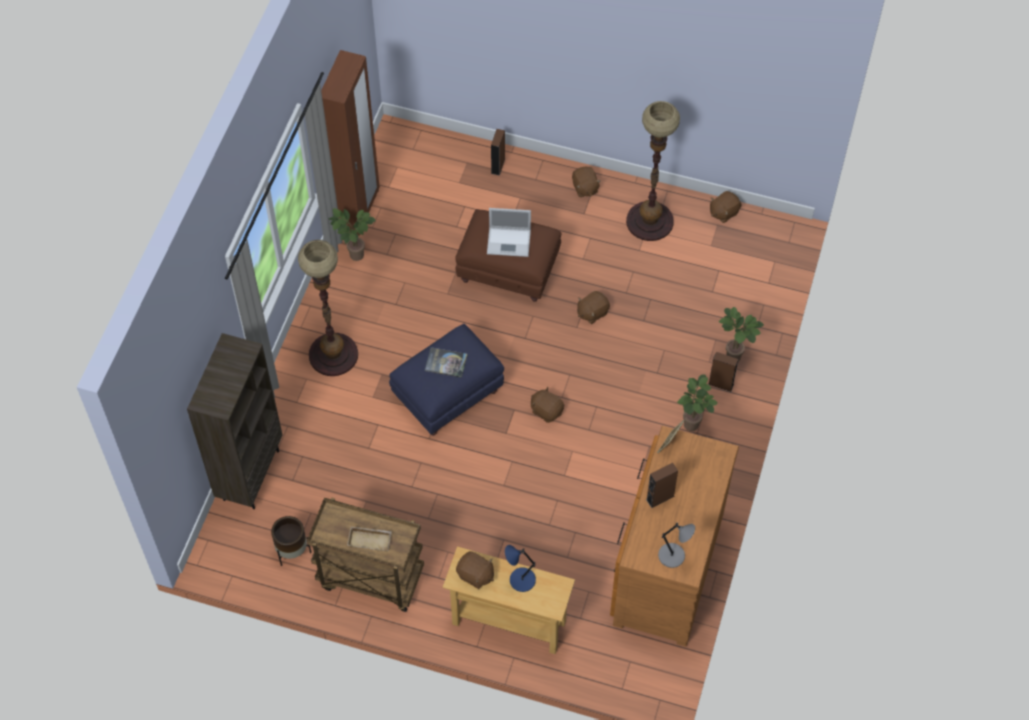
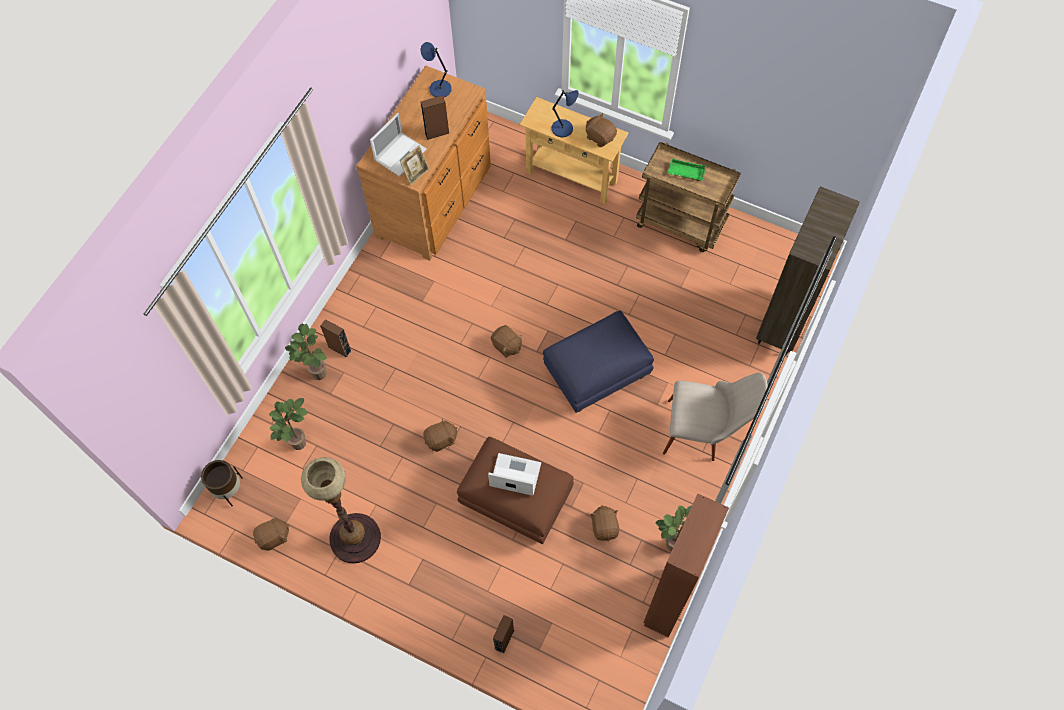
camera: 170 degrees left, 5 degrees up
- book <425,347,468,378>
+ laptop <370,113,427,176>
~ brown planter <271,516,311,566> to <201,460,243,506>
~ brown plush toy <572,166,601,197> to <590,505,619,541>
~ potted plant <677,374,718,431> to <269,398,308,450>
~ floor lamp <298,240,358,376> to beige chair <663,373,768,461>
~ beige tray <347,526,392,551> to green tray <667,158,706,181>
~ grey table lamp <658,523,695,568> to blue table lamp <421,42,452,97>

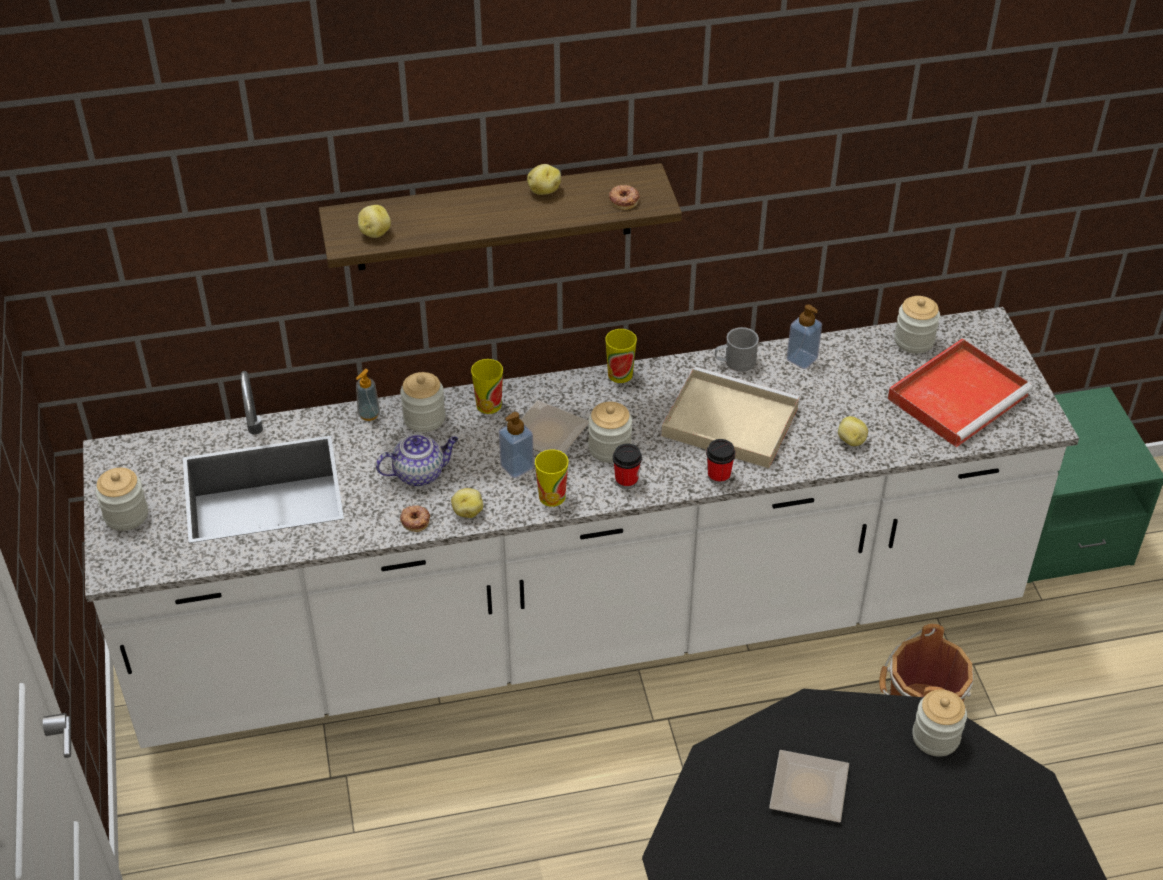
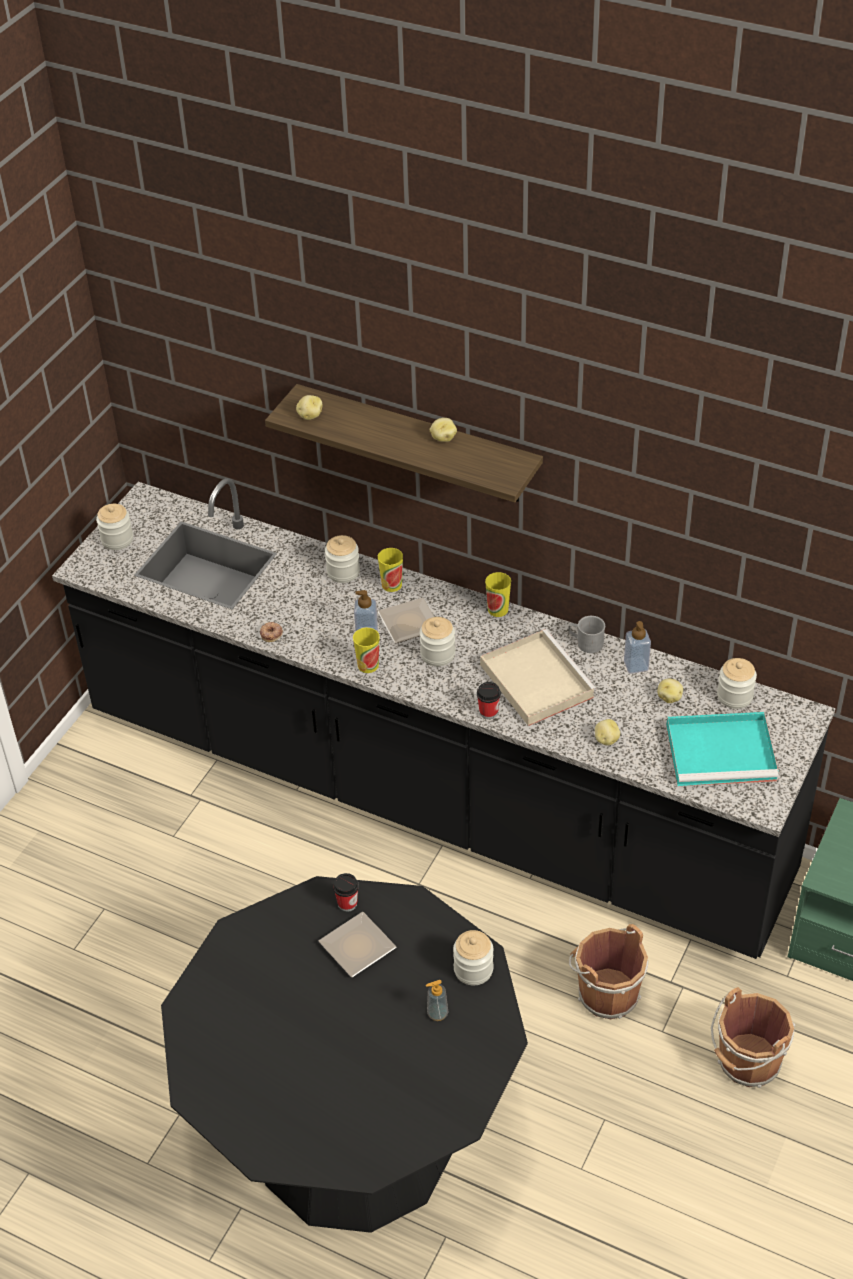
camera: 40 degrees right, 0 degrees up
- teapot <376,434,458,486>
- donut <609,185,640,210>
+ brown bucket <711,987,795,1088>
~ soap dispenser <356,369,380,421> to <426,980,448,1021>
~ potato <451,488,483,518> to <657,678,683,703>
~ cup <613,444,642,489> to <333,873,359,912>
~ white counter <83,307,1079,748> to black counter <52,478,836,959>
~ red tray <888,338,1033,447> to turquoise tray <666,712,778,786>

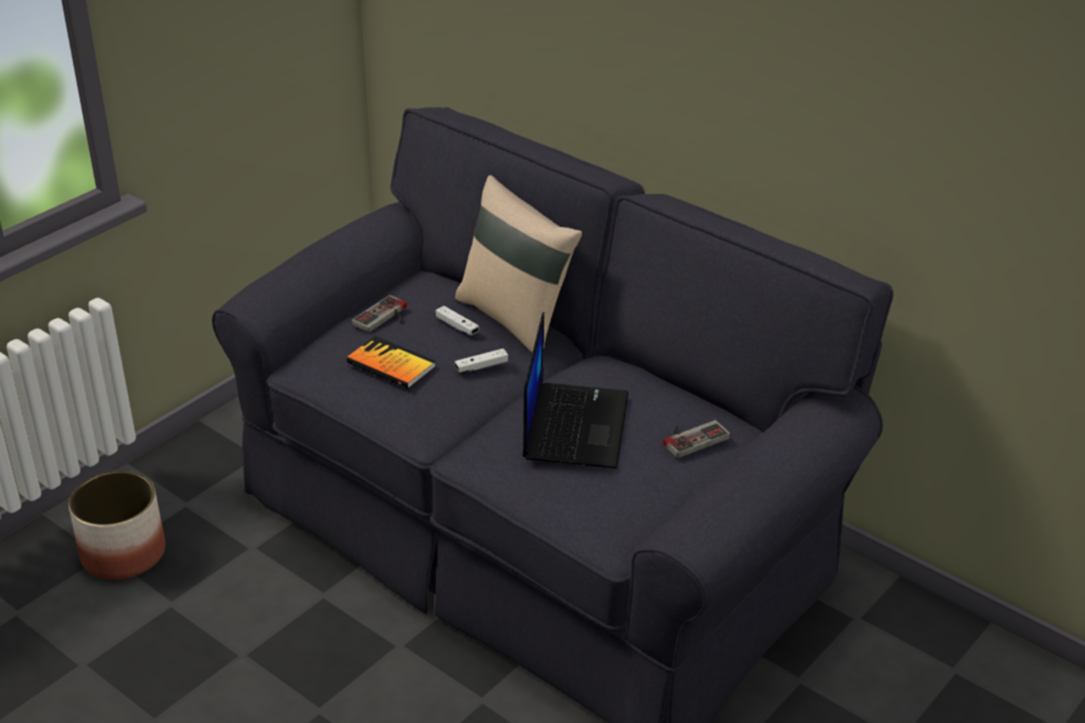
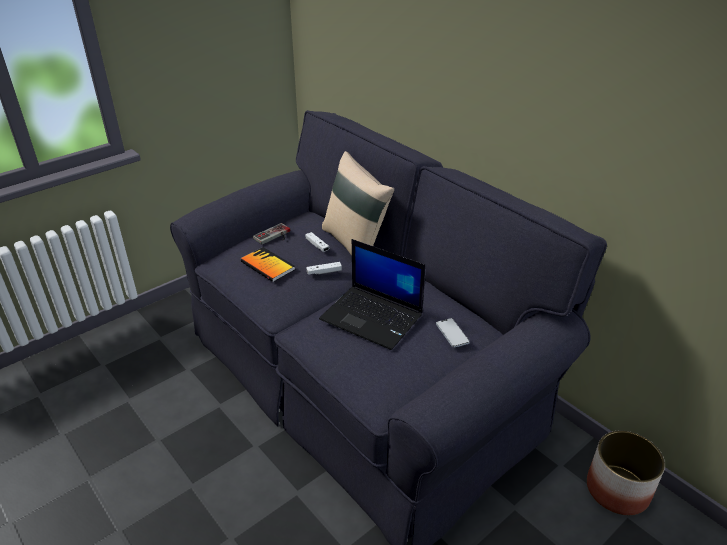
camera: 10 degrees right, 0 degrees up
~ planter <69,471,165,580> to <587,430,665,515>
~ game controller <663,420,730,458> to phone <436,318,470,348>
~ laptop <523,312,629,469> = <319,239,426,350> 105 degrees clockwise

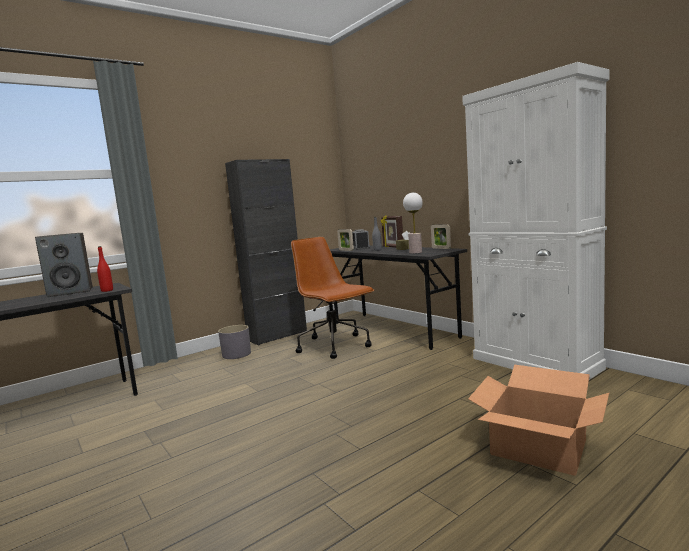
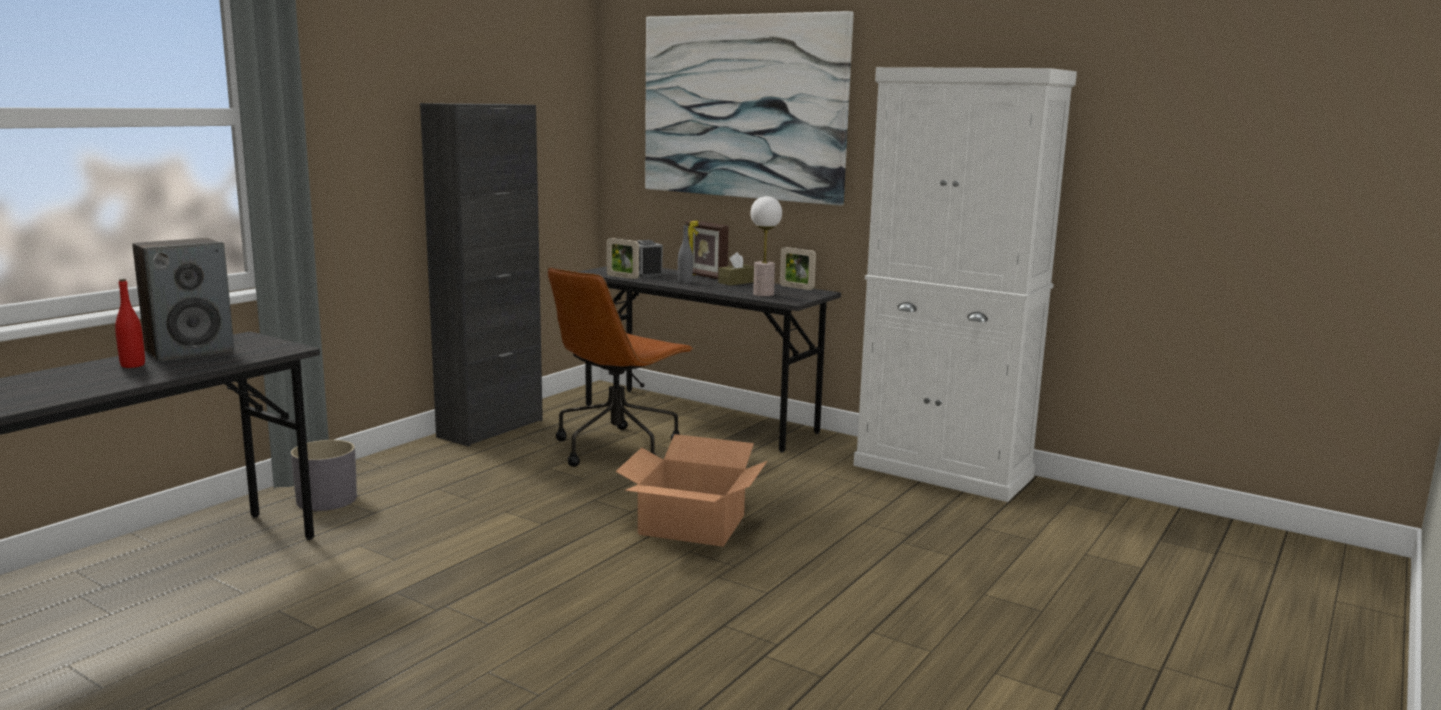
camera: 20 degrees left, 5 degrees up
+ picture <645,11,854,206>
~ red bottle <97,246,113,292> to <115,279,145,368>
~ grey planter <218,325,251,359> to <291,440,357,511>
~ cardboard box <468,364,609,476> to <615,434,767,547>
~ brown office chair <291,237,374,359> = <548,268,693,467> 90 degrees counterclockwise

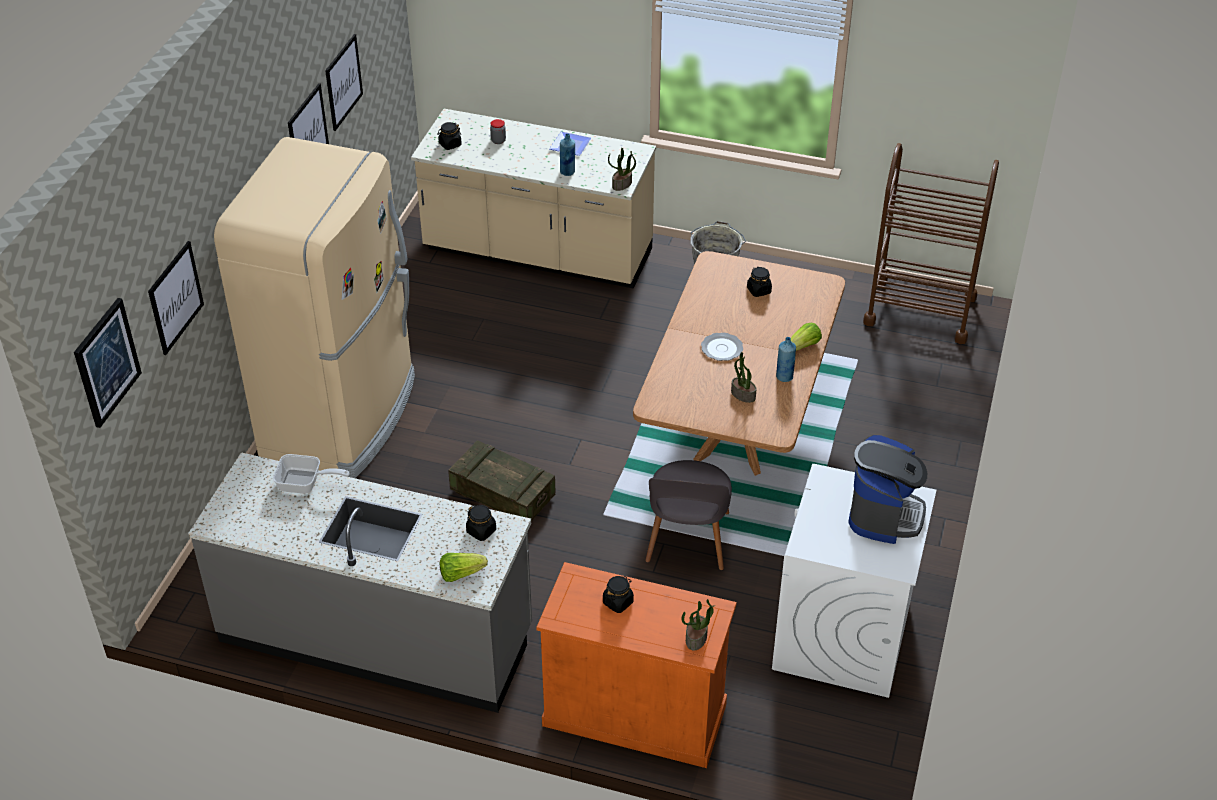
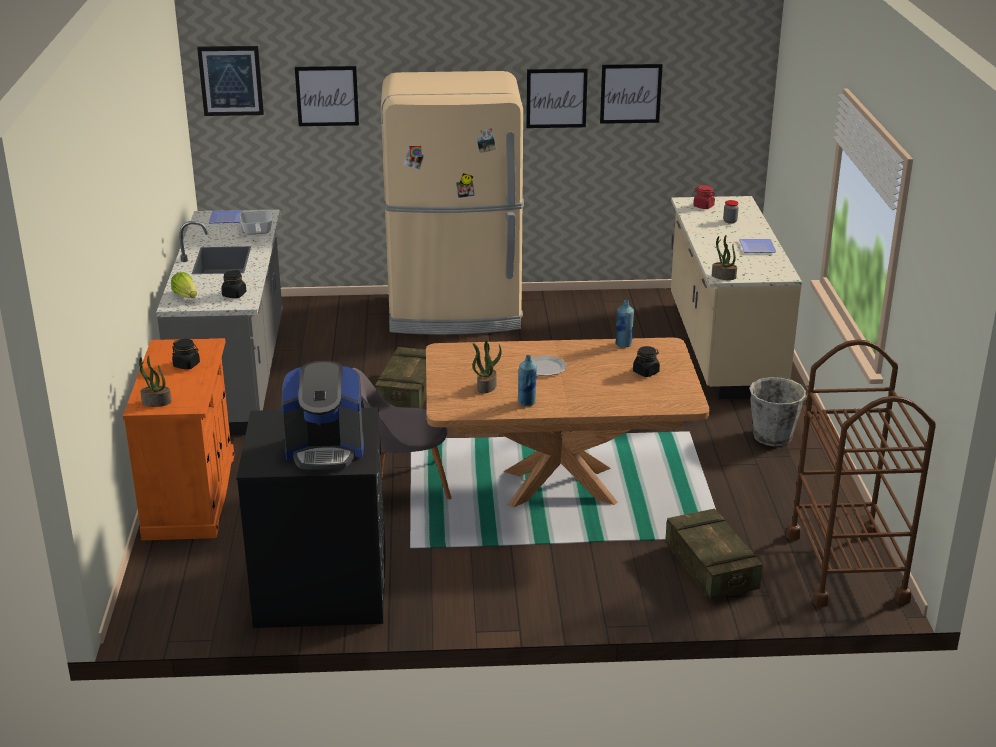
camera: 70 degrees right, 15 degrees down
- lettuce <791,323,822,351>
+ plate <208,210,243,223>
+ crate <665,509,763,600>
~ blue bottle <560,134,575,176> to <615,300,634,348>
~ black jar <437,122,462,150> to red jar <693,185,715,209>
~ white washing machine <772,464,936,698> to black washing machine <236,408,386,628>

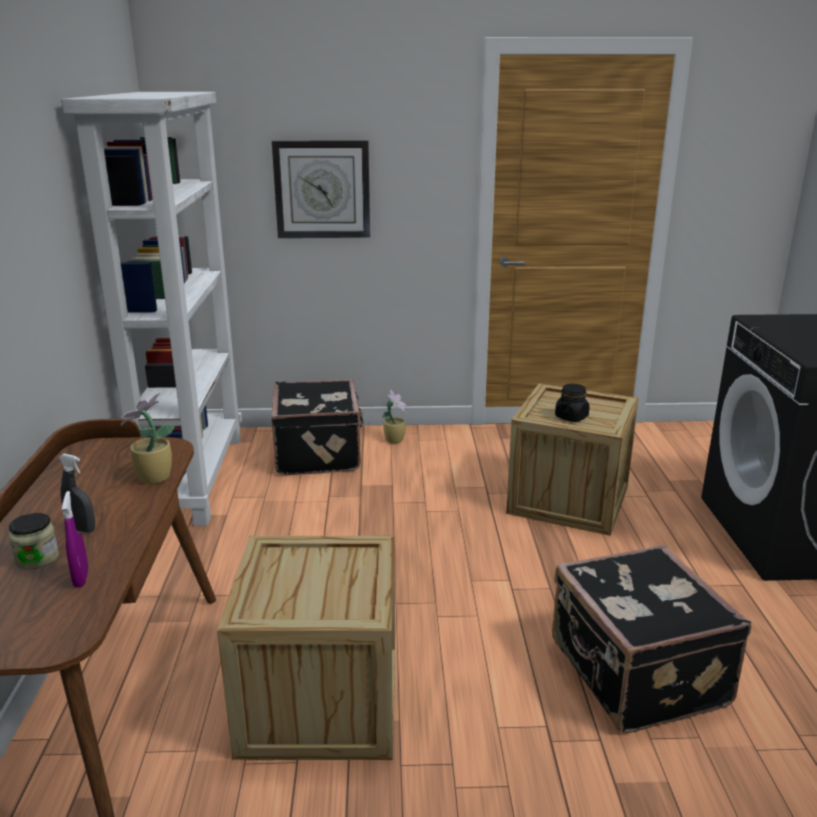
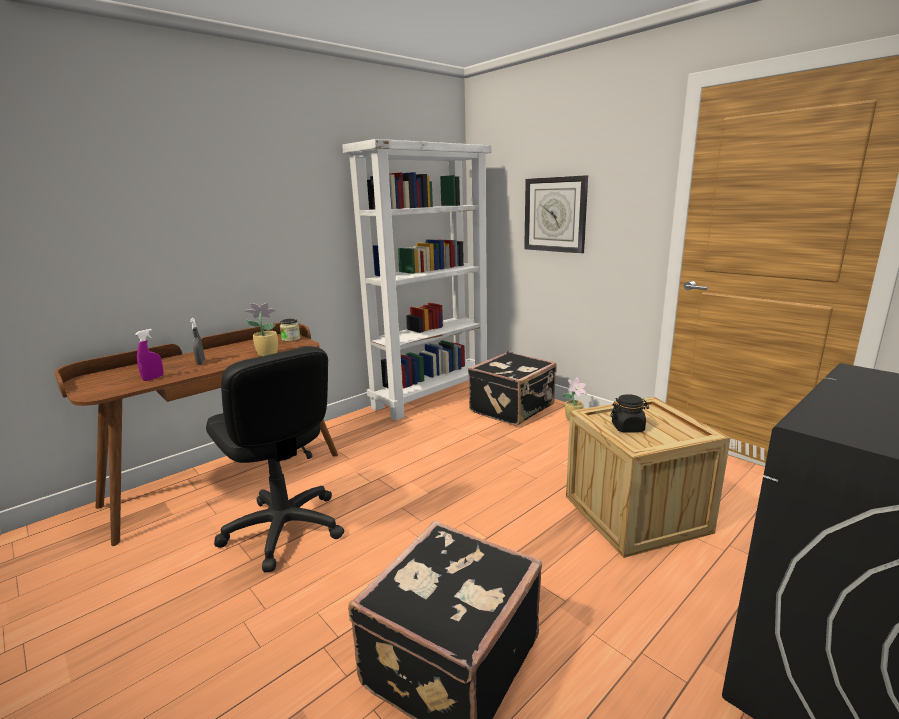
camera: 50 degrees right, 5 degrees down
~ jar <9,513,59,570> to <280,318,301,342>
~ crate <217,536,395,760> to black office chair <206,346,344,572>

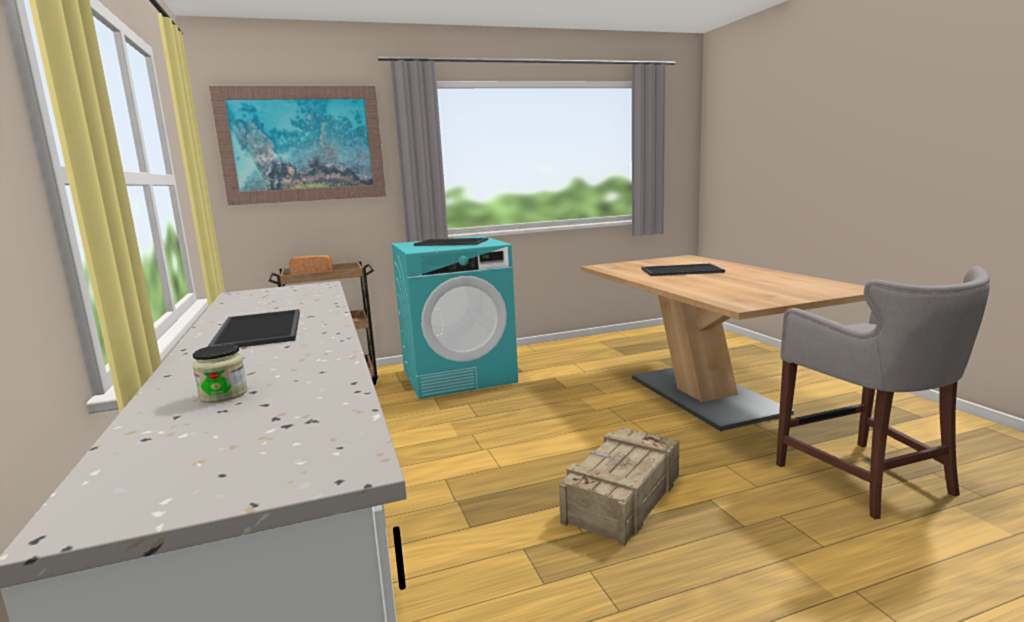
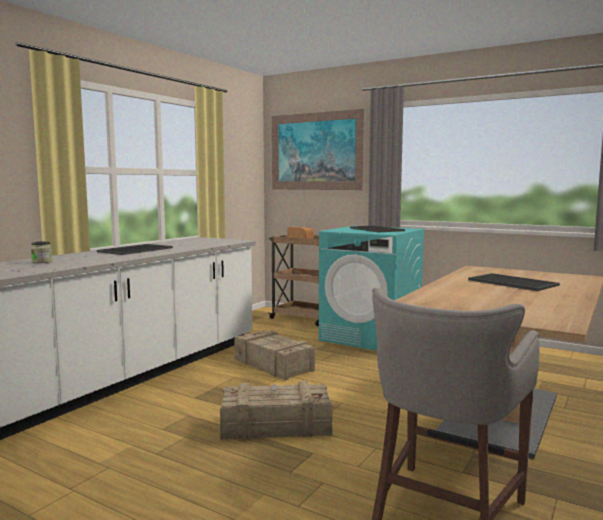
camera: 50 degrees right, 5 degrees down
+ crate <234,330,315,381>

